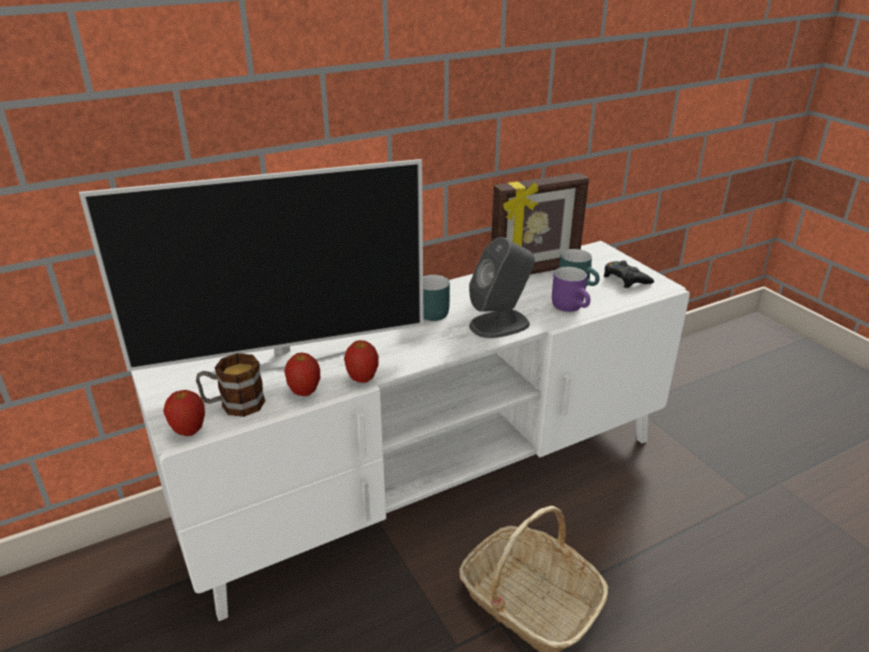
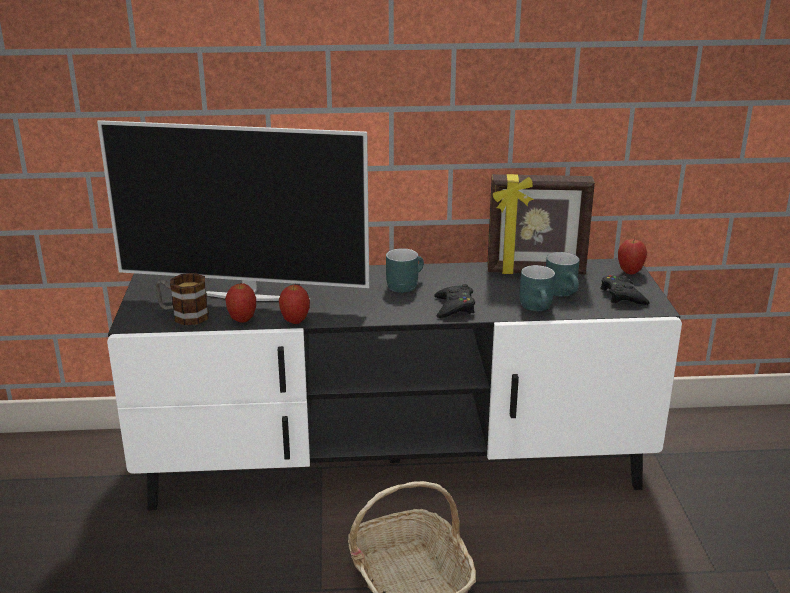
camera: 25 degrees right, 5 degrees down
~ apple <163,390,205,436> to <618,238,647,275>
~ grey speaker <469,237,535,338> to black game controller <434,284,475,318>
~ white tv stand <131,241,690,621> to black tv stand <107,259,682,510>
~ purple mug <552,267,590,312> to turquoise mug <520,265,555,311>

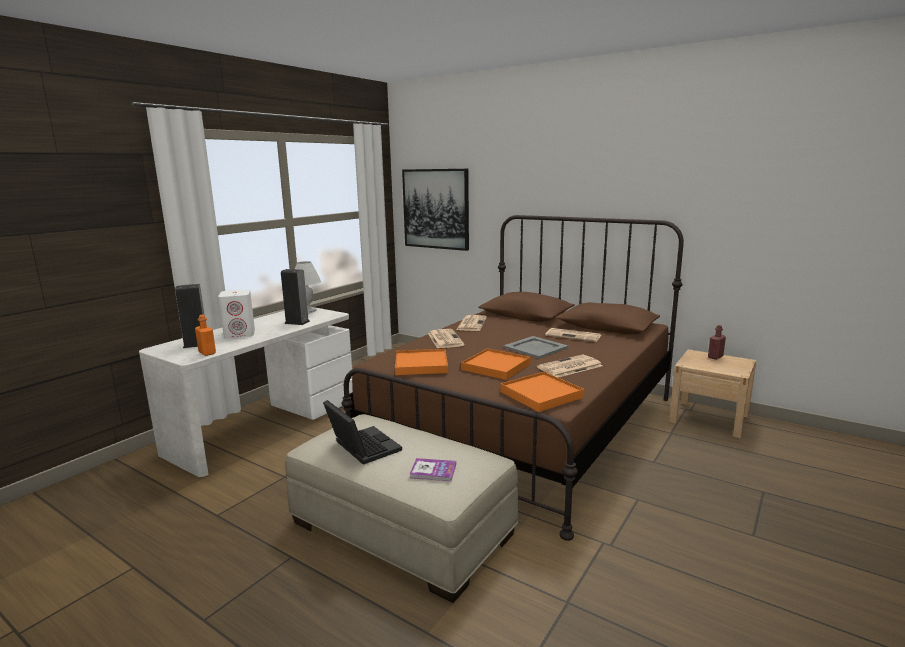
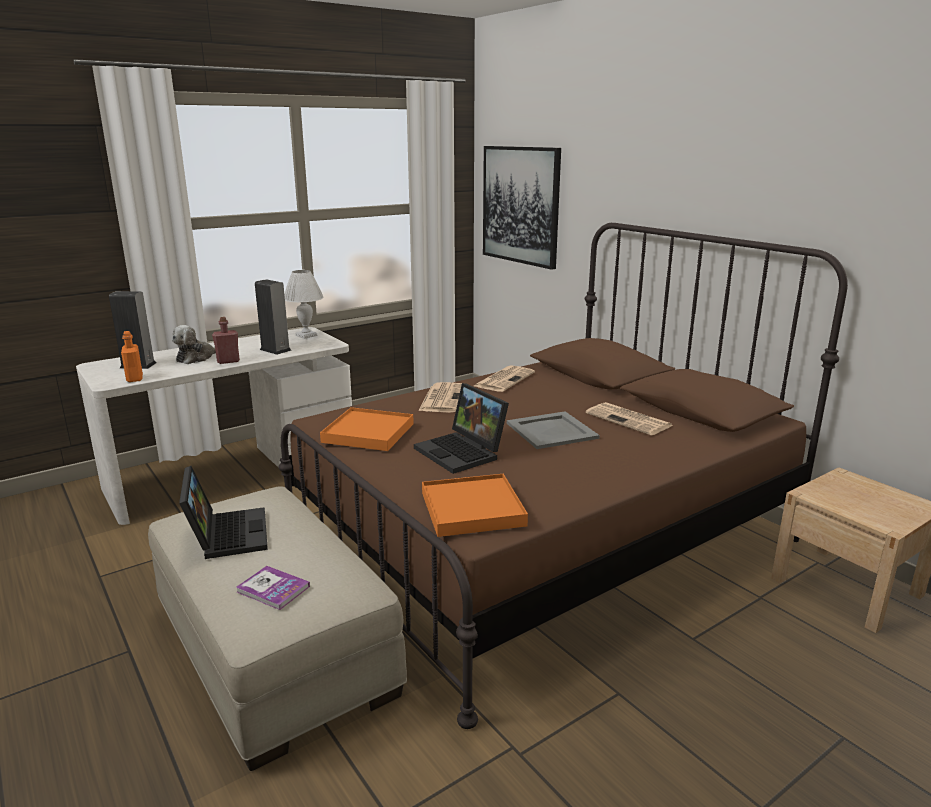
camera: 20 degrees right, 5 degrees up
- newspaper <537,355,603,377>
~ red bottle <708,325,726,360> to <212,317,240,364>
~ white speaker <218,289,255,339> to plush toy <172,325,216,364>
~ orange tray <461,348,531,380> to laptop <414,383,509,474>

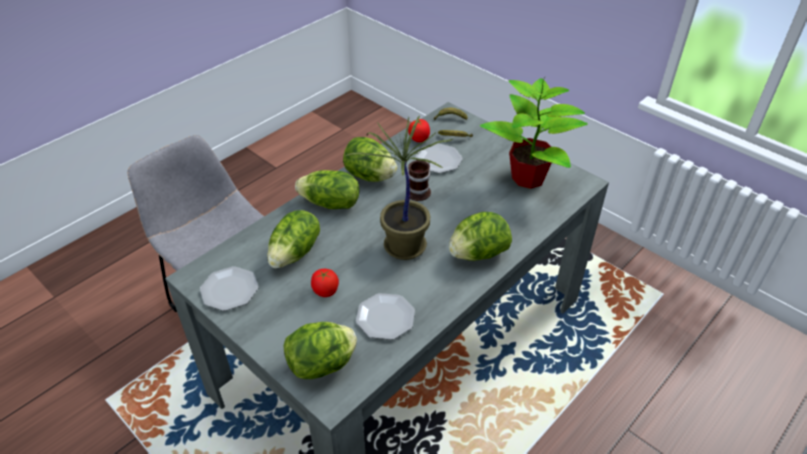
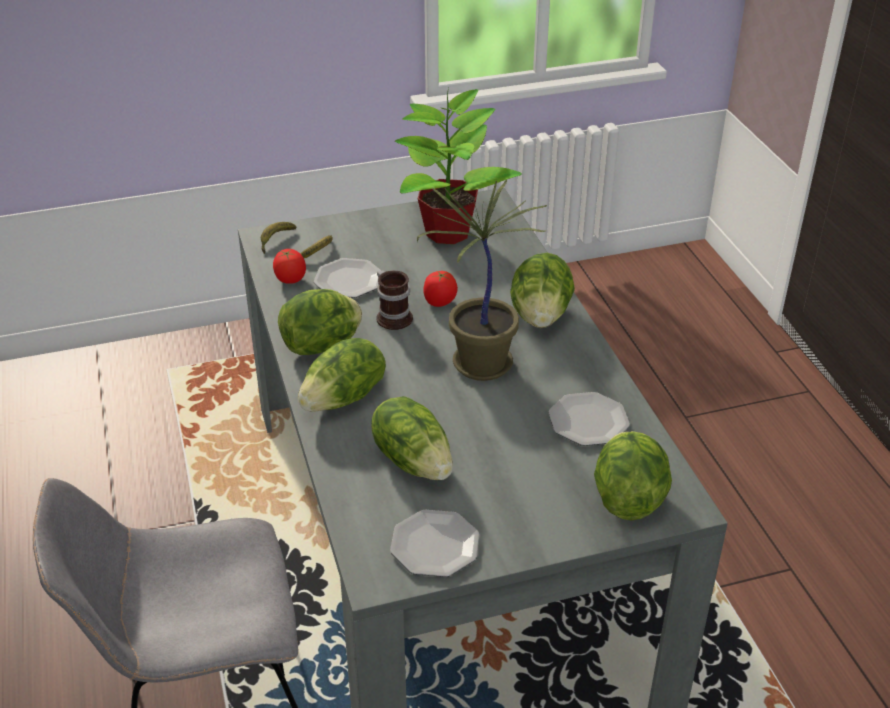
camera: 60 degrees left, 5 degrees down
~ tomato <311,269,339,297> to <423,271,458,307>

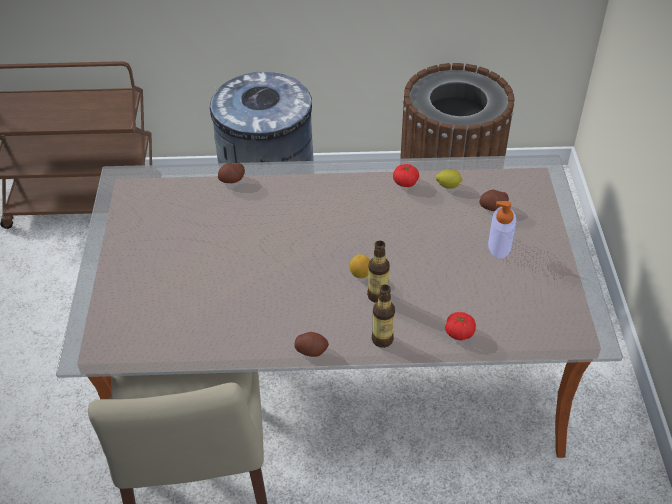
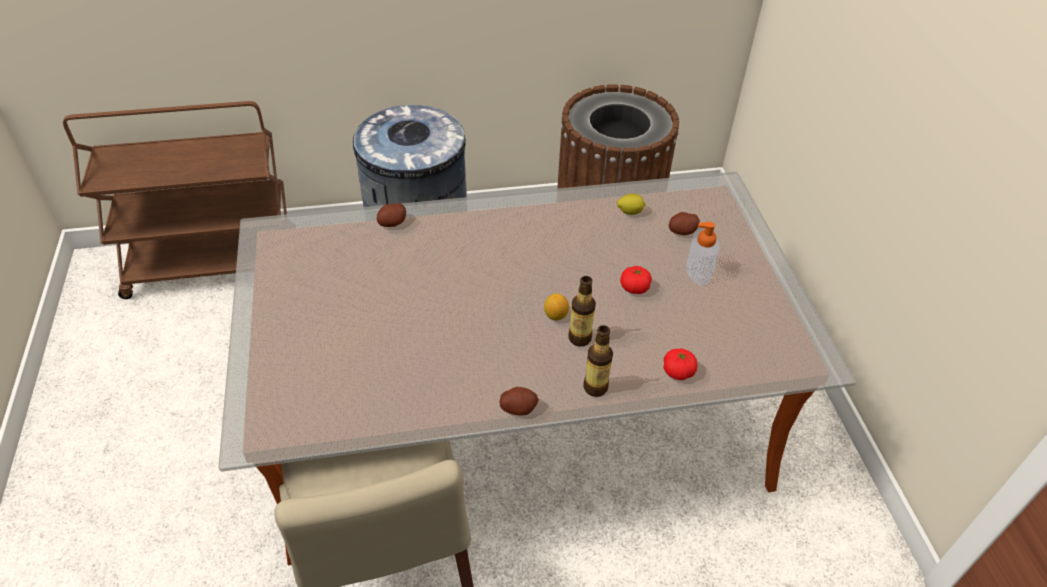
camera: 10 degrees left, 0 degrees up
~ tomato <393,164,419,187> to <620,266,652,294>

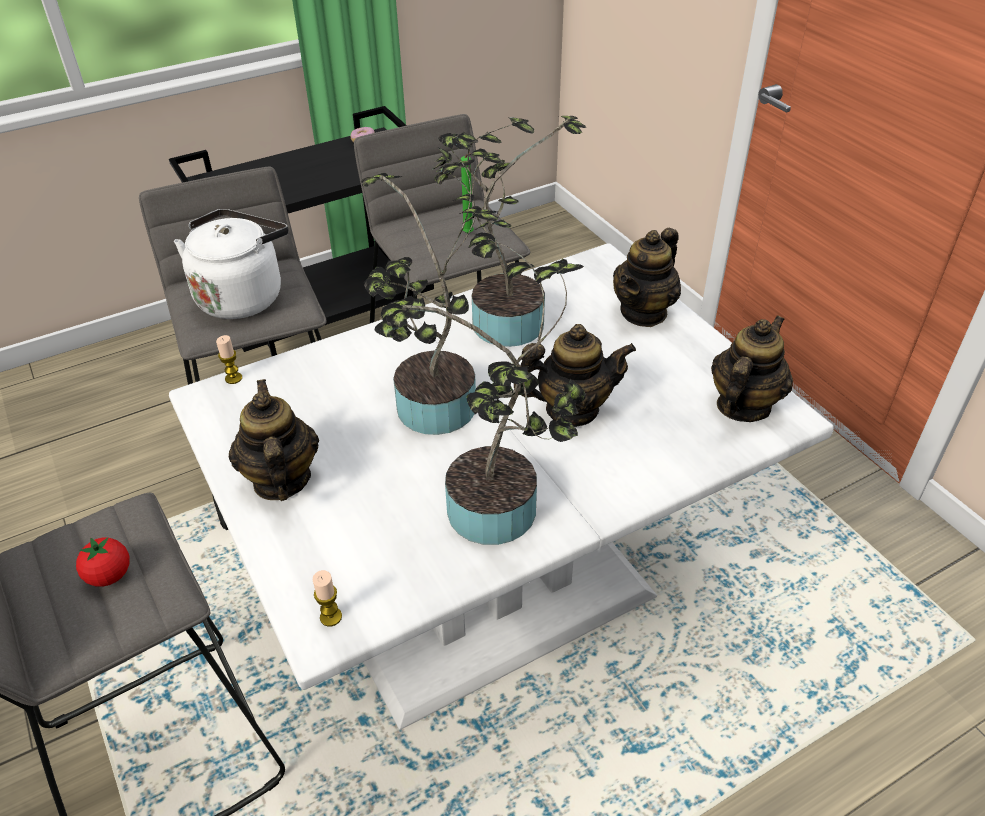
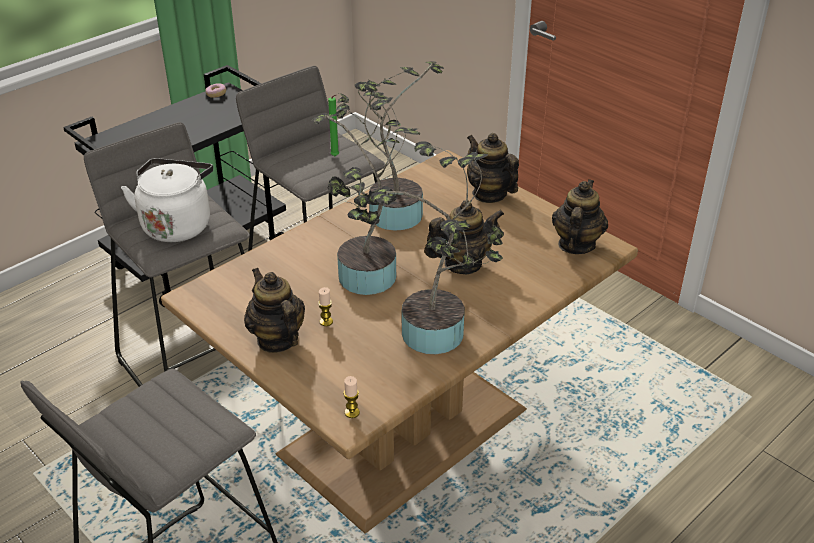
camera: 15 degrees left, 5 degrees down
- tomato <76,537,129,587>
~ candle <216,335,242,384> to <318,287,333,326>
~ white dining table <169,243,834,730> to brown dining table <161,150,638,533>
~ teapot <613,228,681,327> = <467,133,519,203> 120 degrees clockwise

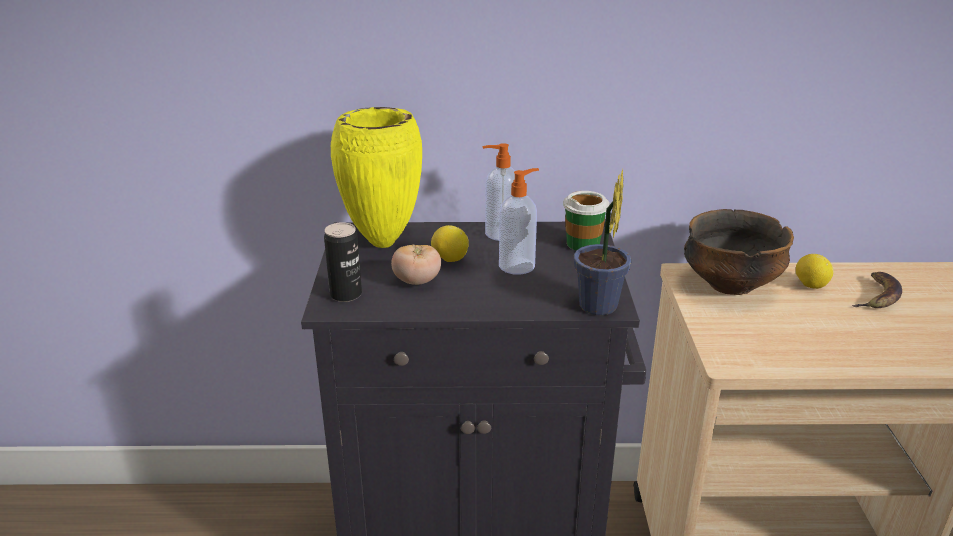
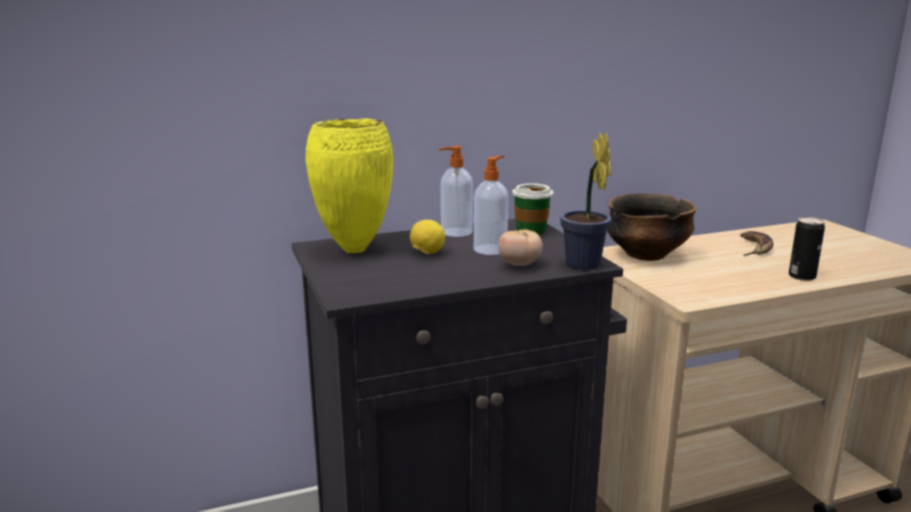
camera: 20 degrees left, 10 degrees down
- lemon <796,254,834,289>
~ can <324,222,362,302> to <789,217,825,281>
~ tomato <391,244,441,285> to <498,229,543,266>

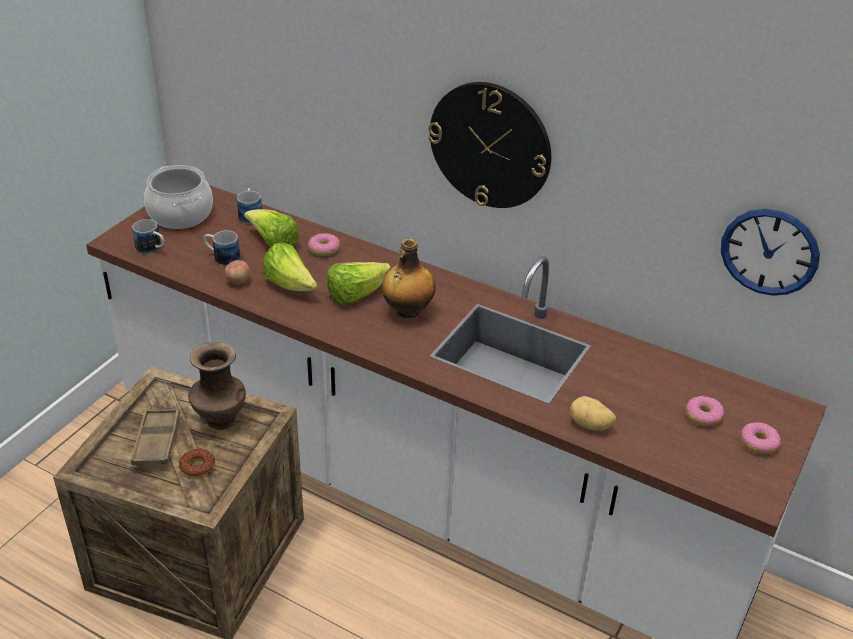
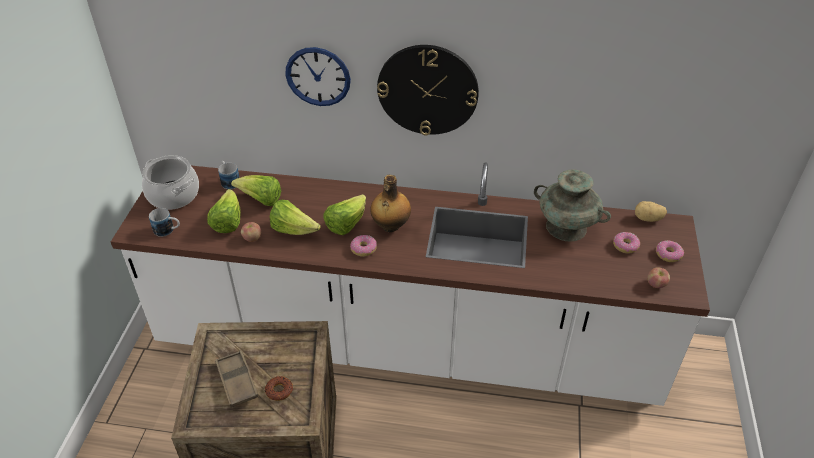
camera: 20 degrees left, 5 degrees up
- brown vase <188,342,246,430>
+ turquoise vase <534,169,611,242>
+ apple <647,267,670,288>
~ donut <308,234,340,256> to <350,235,377,257>
~ potato <570,396,616,431> to <635,201,667,222>
~ wall clock <721,209,820,296> to <285,47,351,106>
~ mug <204,230,240,266> to lettuce <207,189,241,233>

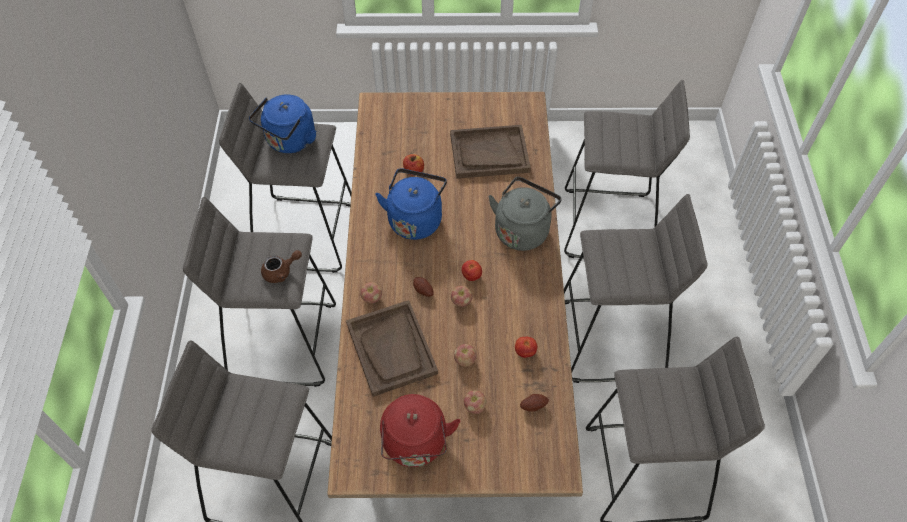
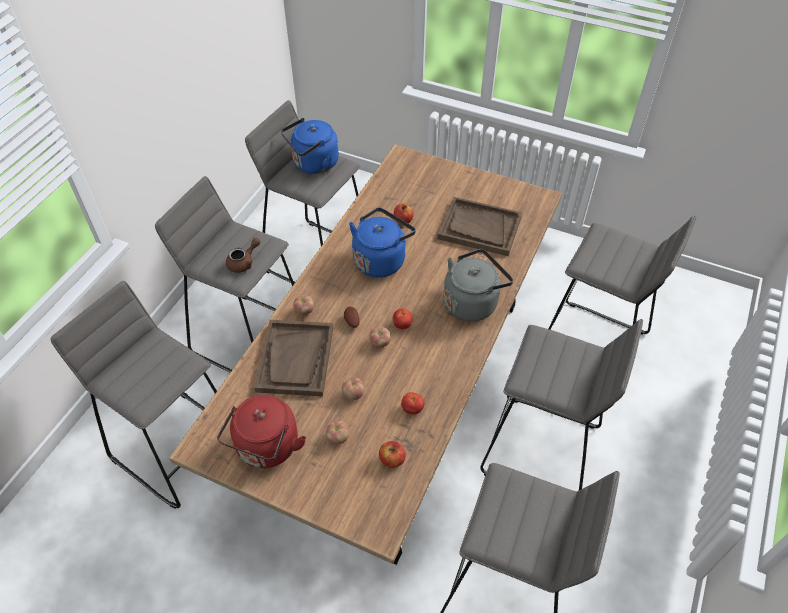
camera: 25 degrees right, 5 degrees down
~ potato <520,394,549,412> to apple <379,441,406,467>
~ brown teapot <261,250,302,283> = <226,238,260,273> 45 degrees counterclockwise

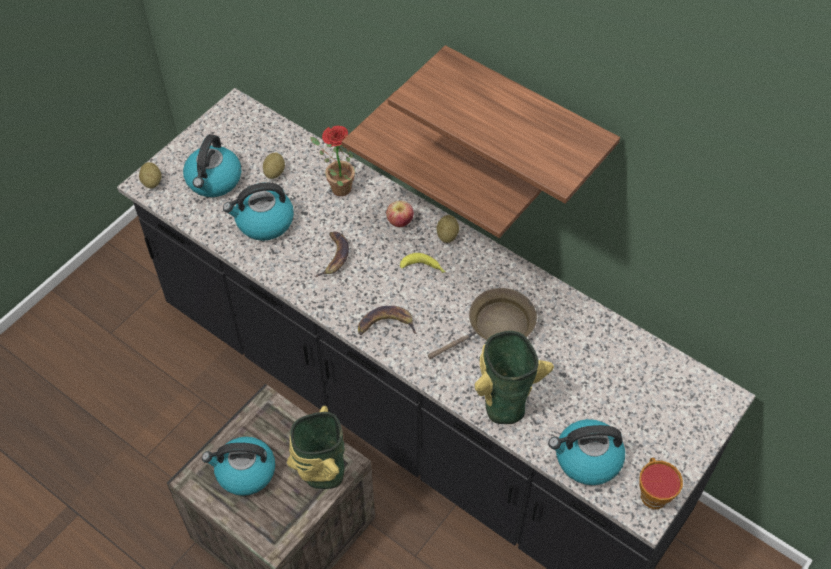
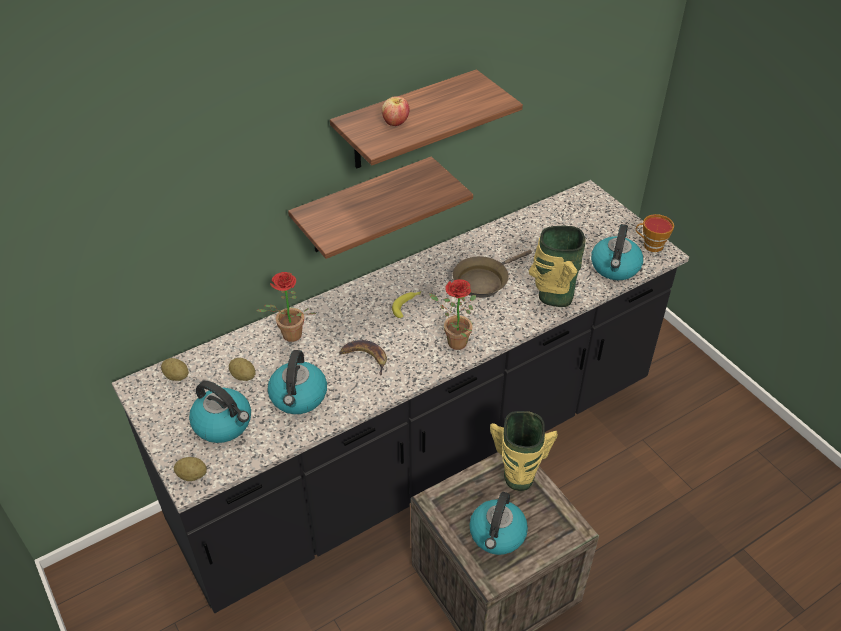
camera: 70 degrees left, 10 degrees down
~ apple <386,200,414,227> to <382,96,410,126>
~ potato <436,215,459,243> to <161,358,189,381>
~ banana <358,306,417,335> to potted plant <429,279,476,350>
~ brown frying pan <428,288,537,359> = <453,250,532,298> 120 degrees counterclockwise

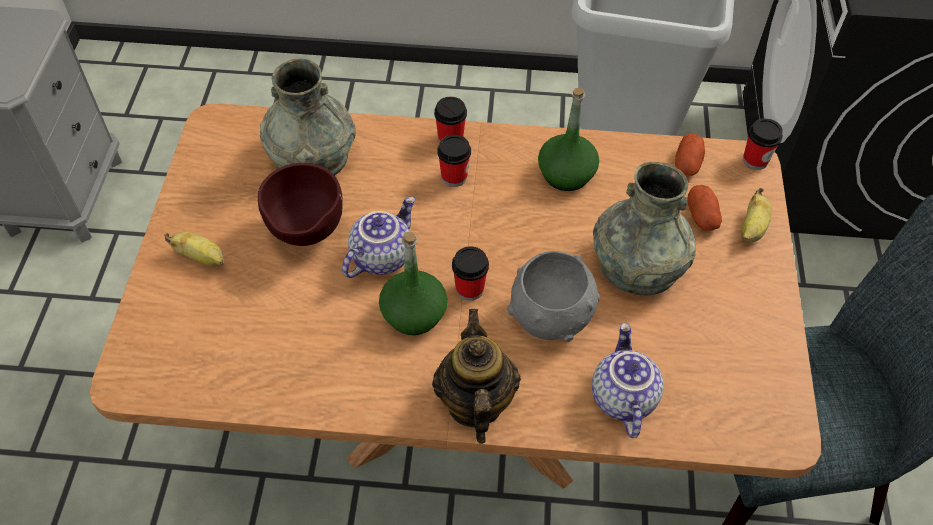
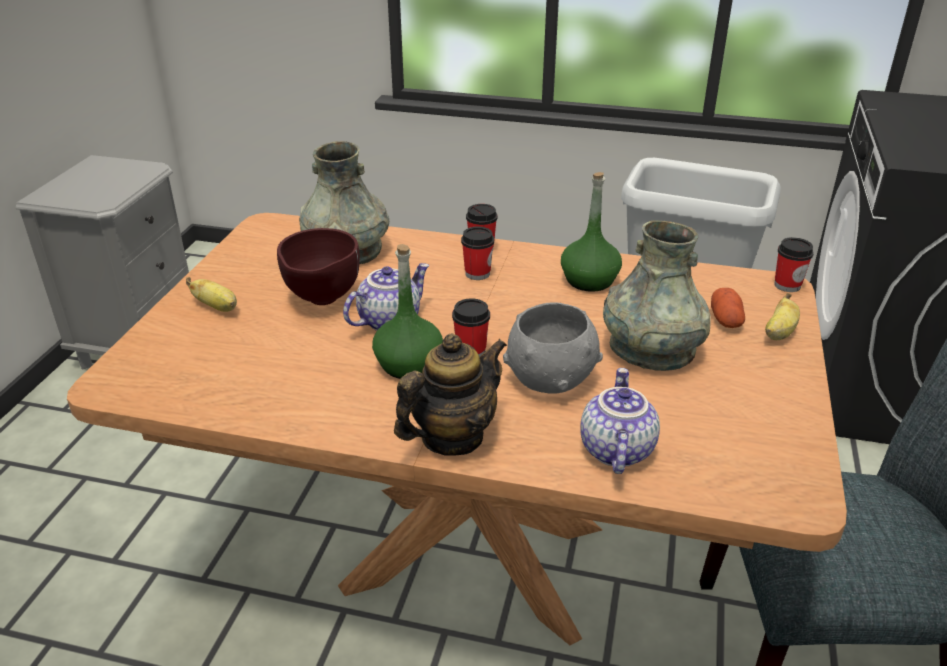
camera: 10 degrees right, 20 degrees down
- potato <675,133,705,176>
~ teapot <432,309,521,444> = <394,333,507,456> 45 degrees clockwise

